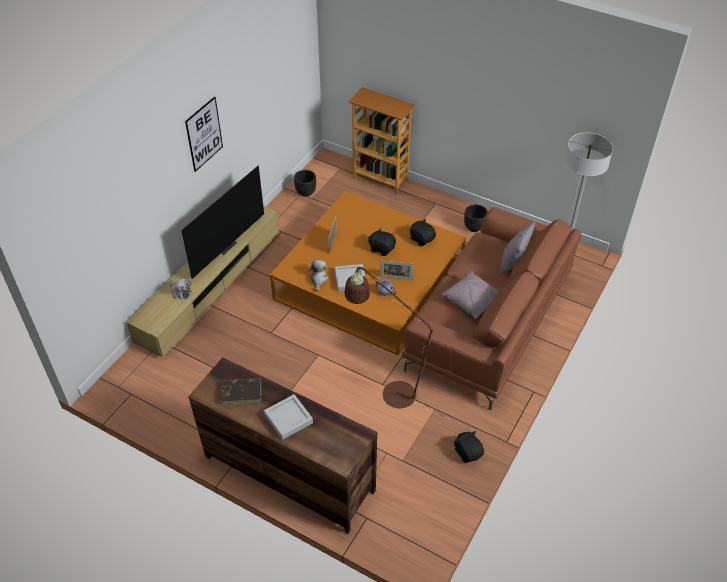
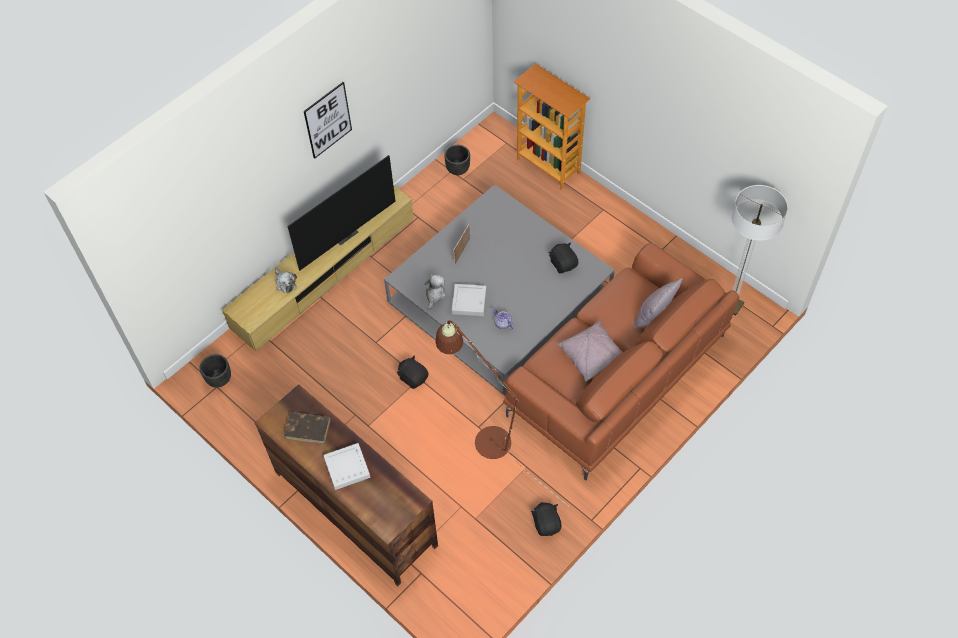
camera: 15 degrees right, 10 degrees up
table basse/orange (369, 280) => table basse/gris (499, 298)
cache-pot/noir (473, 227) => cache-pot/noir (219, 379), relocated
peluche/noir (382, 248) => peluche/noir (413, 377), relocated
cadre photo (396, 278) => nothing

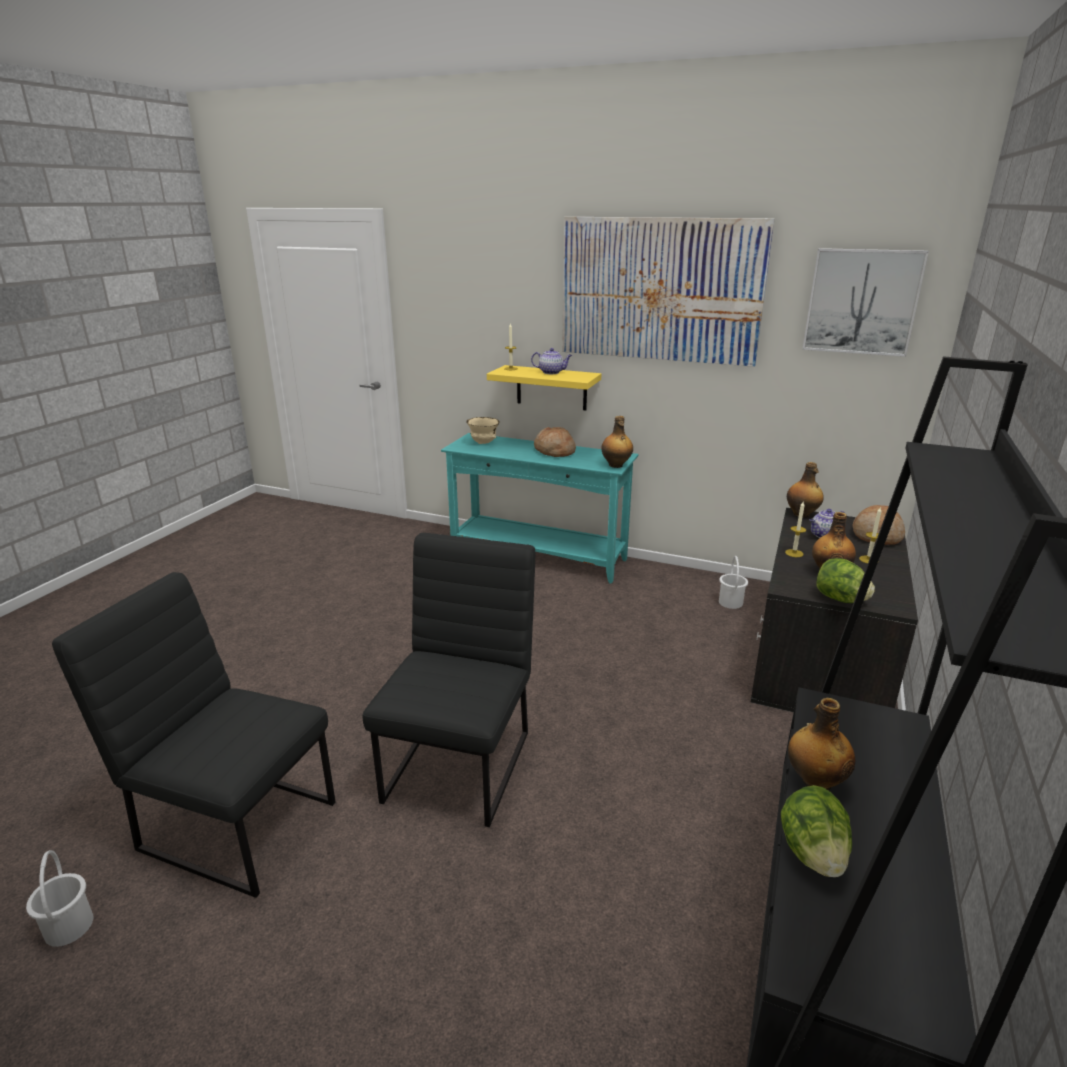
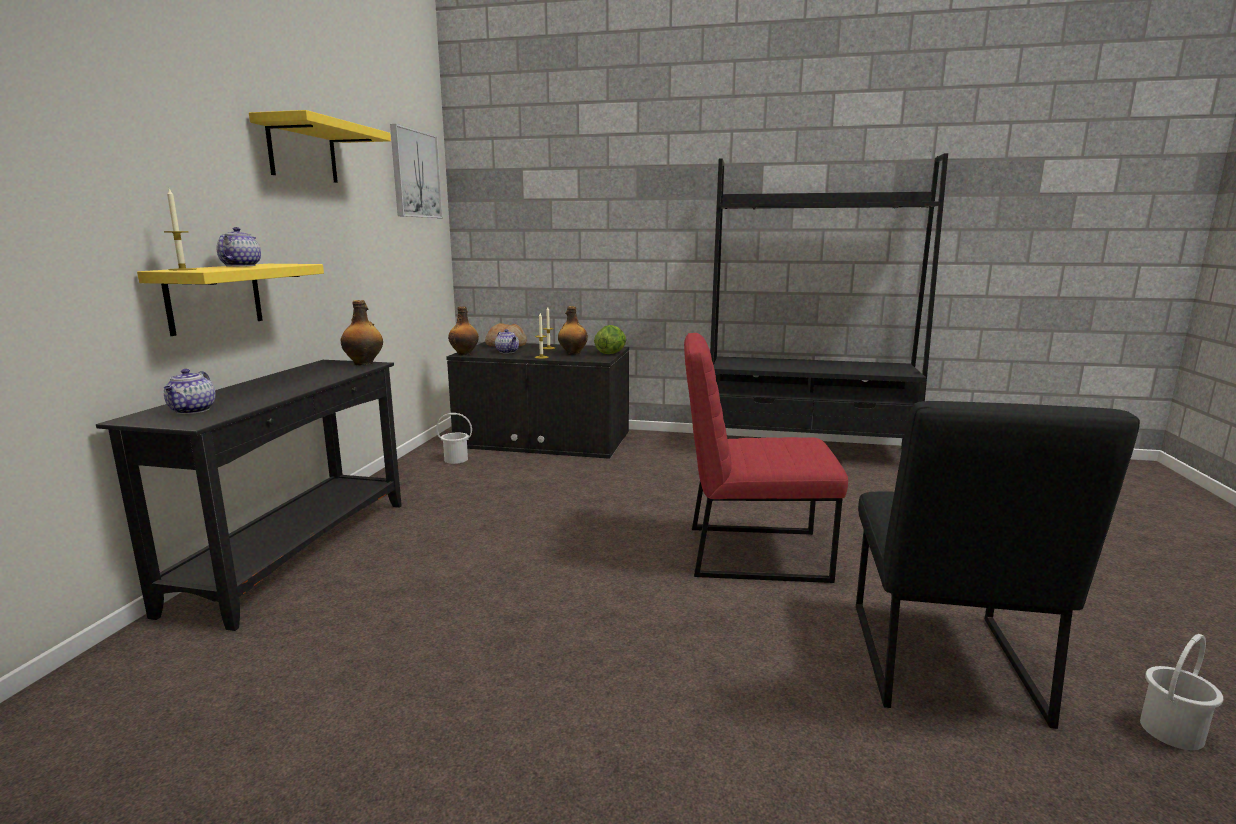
camera: 100 degrees left, 10 degrees down
tableau (660, 290) => étagère/jaune (302, 152)
bol/beige (483, 443) => théière (192, 410)
pain (554, 451) => nothing
table console/turquoise (539, 556) => table console/noir (296, 552)
chaise/noir (461, 762) => chaise/rouge (751, 552)
bouteille (815, 781) => nothing
laitue (812, 853) => nothing

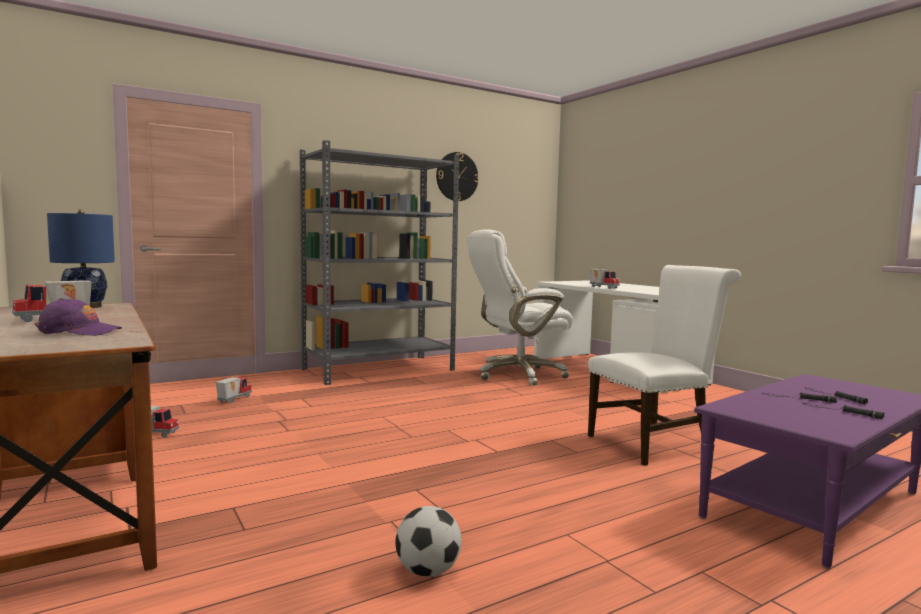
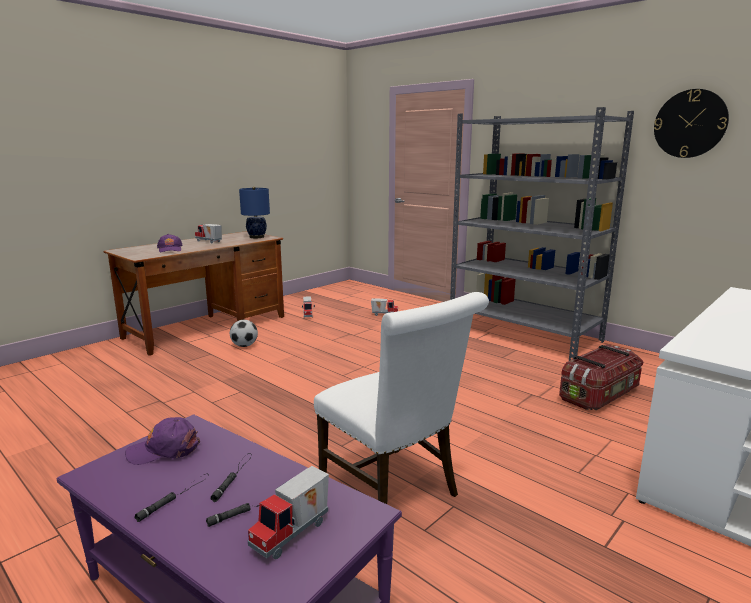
camera: 75 degrees right, 10 degrees up
chaise de bureau/blanc (517, 376) => boîte de rangement (600, 395)
camion jouet (604, 287) => camion jouet (293, 535), relocated
ballon de foot (428, 571) => ballon de foot (244, 346), relocated
nothing => casquette/violet (164, 449)

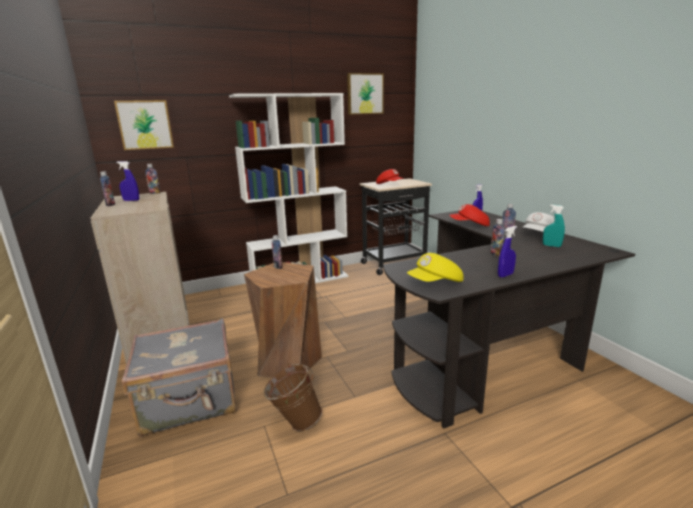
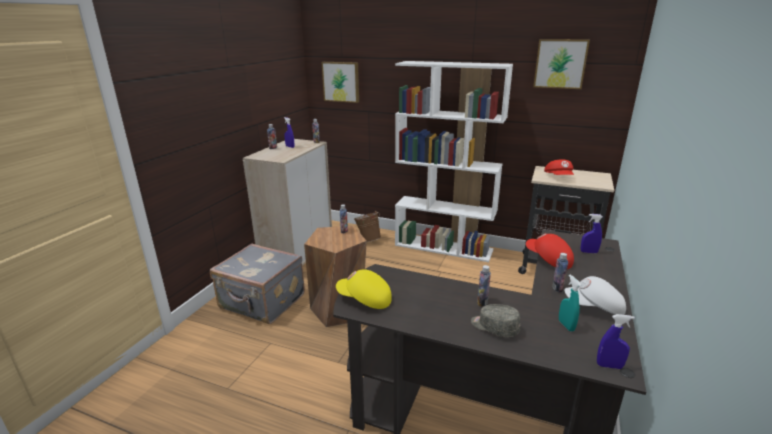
camera: 45 degrees right, 5 degrees up
vaporisateur/bleu (505, 275) => vaporisateur/bleu (609, 366), relocated
seau/marron (294, 422) => seau/marron (368, 240), relocated
nothing => casquette/gris (494, 327)

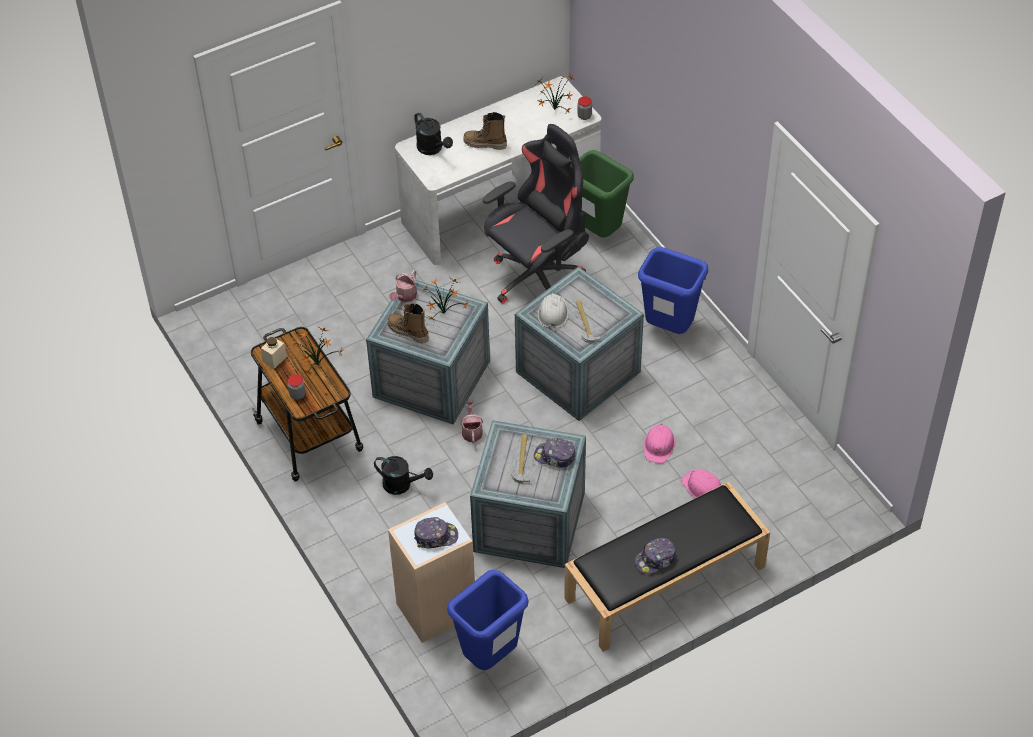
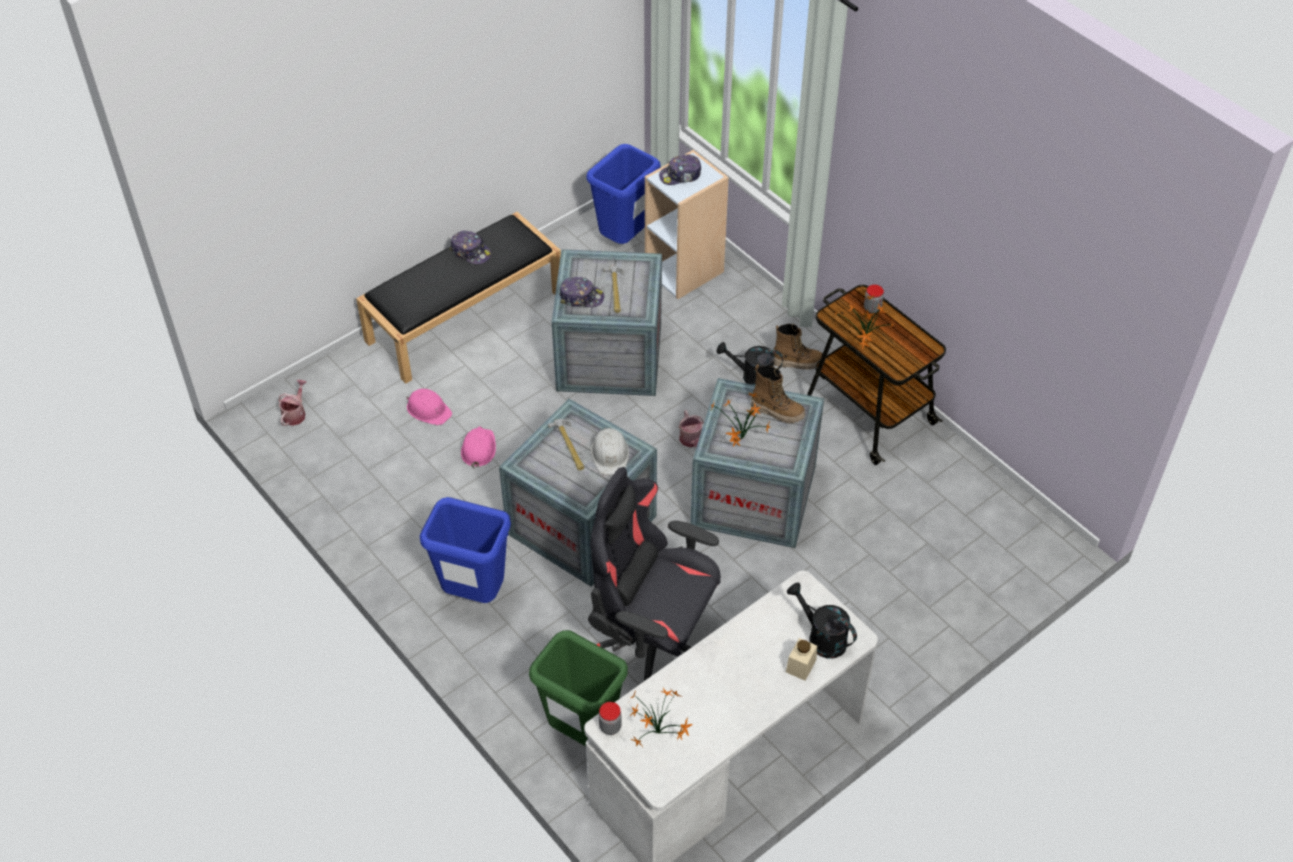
camera: 170 degrees right, 0 degrees up
botte (485, 144) => botte (797, 362), relocated
chaise de bureau/noir (536, 279) => chaise de bureau/noir (655, 646), 75 degrees clockwise
arrosoir (405, 296) => arrosoir (295, 413), relocated
bocal/beige (274, 359) => bocal/beige (801, 666), relocated
casquette (655, 559) => casquette (471, 252), 75 degrees clockwise

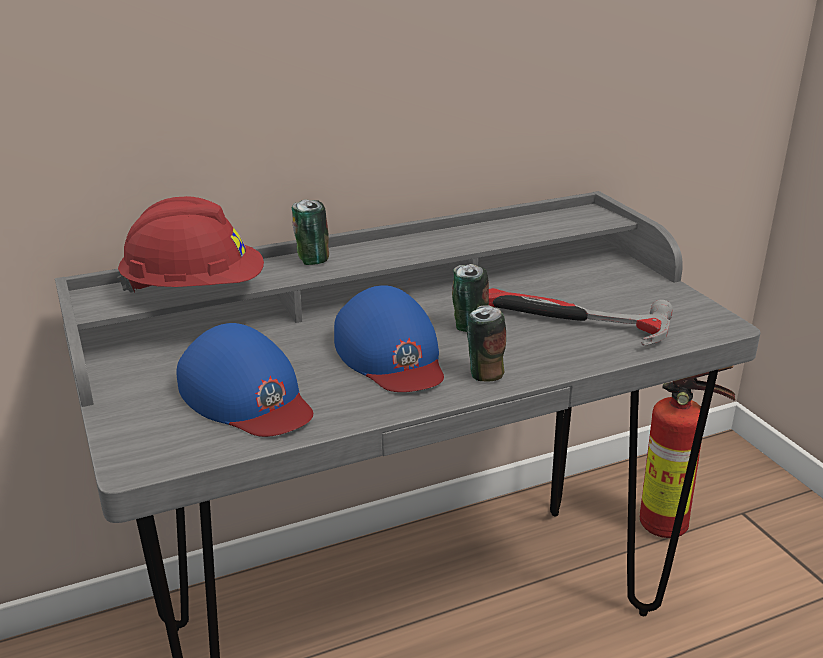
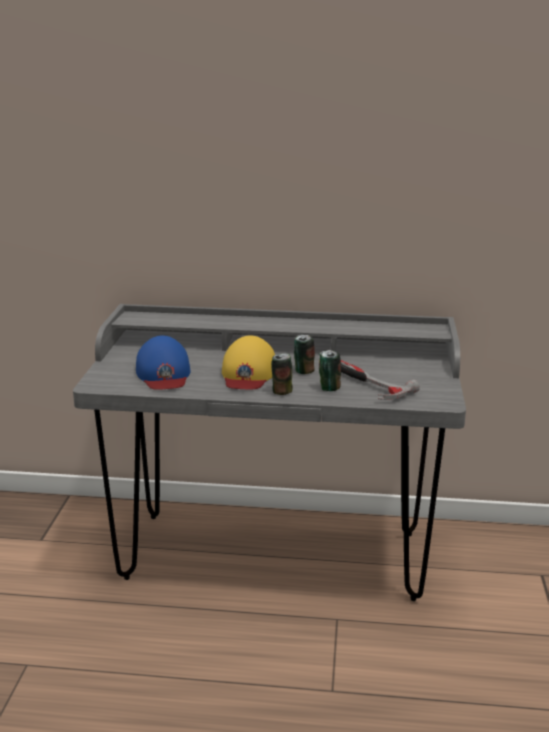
camera: 30 degrees right, 5 degrees down
casque de chantier/rouge (195, 291) => nothing
boîte métallique (312, 260) => boîte métallique (328, 388), relocated
casquette/bleu (390, 354) => casquette/jaune (248, 373)
extincteur (671, 527) => nothing

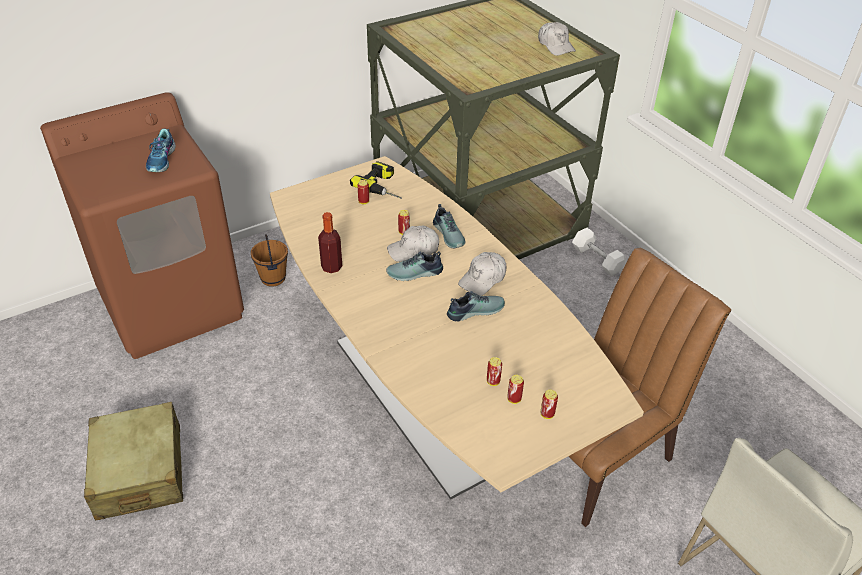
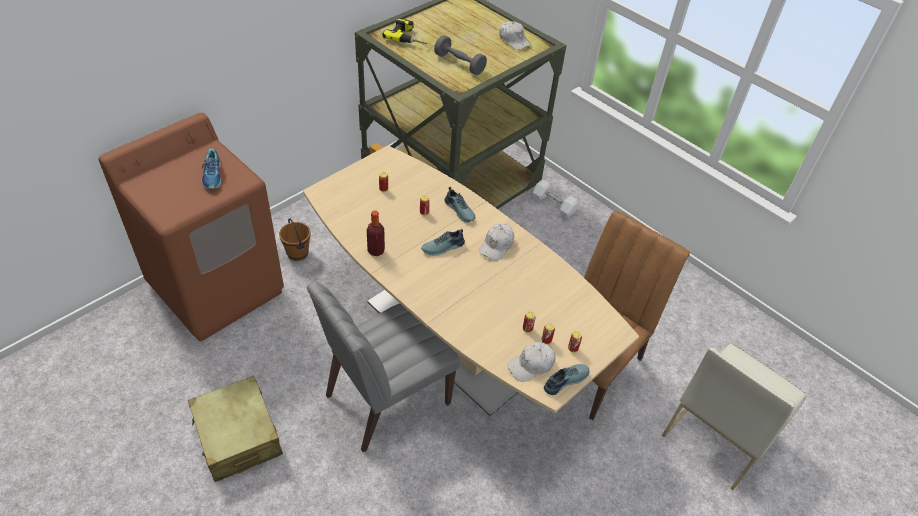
camera: 15 degrees left, 5 degrees up
perceuse (384, 186) => perceuse (409, 36), relocated
casquette/blanc (413, 250) => casquette/blanc (531, 365), relocated
chaussure (474, 310) => chaussure (564, 380), relocated
nothing => haltère/gris (459, 64)
nothing => chaise/gris (388, 398)

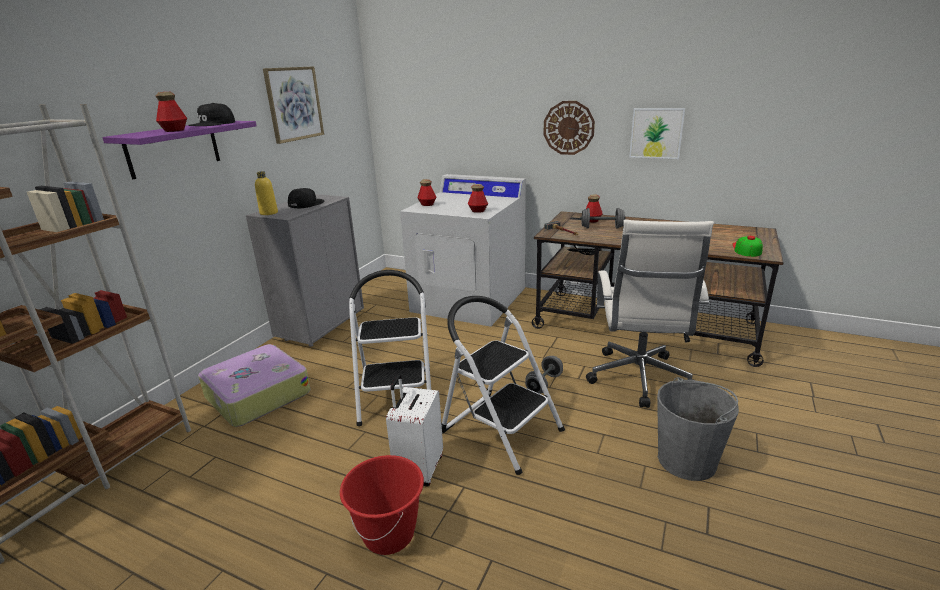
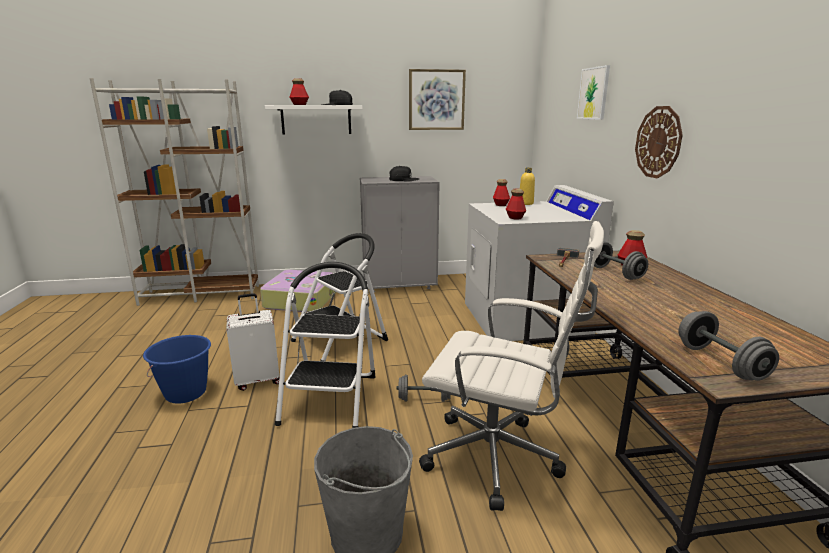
camera: 55 degrees right, 5 degrees down
tableau (656, 133) => tableau (593, 93), relocated
étagère/violet (173, 148) => étagère/blanc (316, 119)
bouteille/jaune (269, 213) => bouteille/jaune (525, 203), relocated
chaise de bureau/blanc (639, 380) => chaise de bureau/blanc (498, 459), 135 degrees counterclockwise
casquette (746, 249) => haltère/gris (720, 363)
seau/rouge (389, 534) => seau/bleu (186, 393)

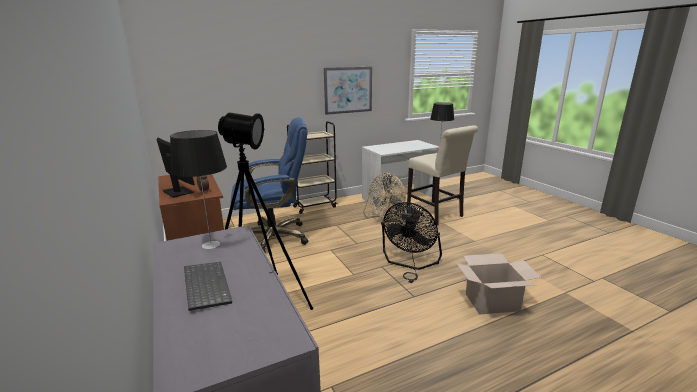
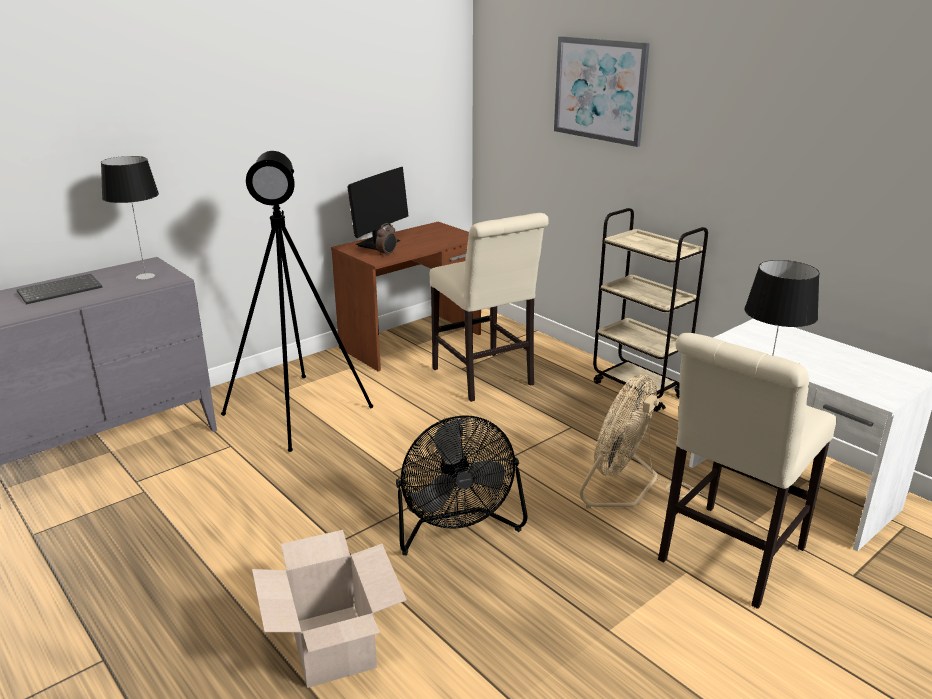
camera: 75 degrees right, 5 degrees up
tableau (348, 90) => tableau (599, 90), relocated
chaise de bureau/bleu (273, 237) => tabouret/beige (485, 379)
ventilateur/noir (408, 263) => ventilateur/noir (451, 528), 60 degrees clockwise

